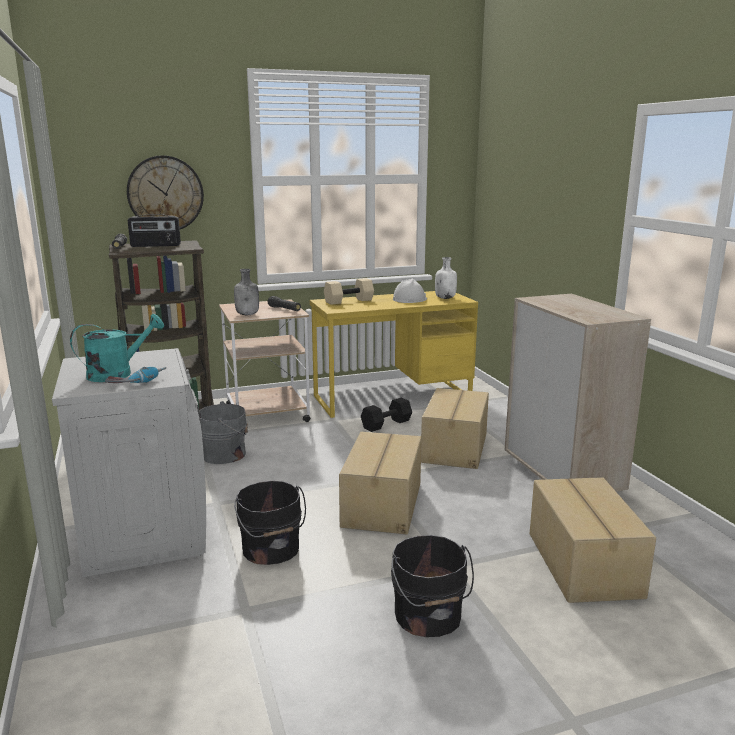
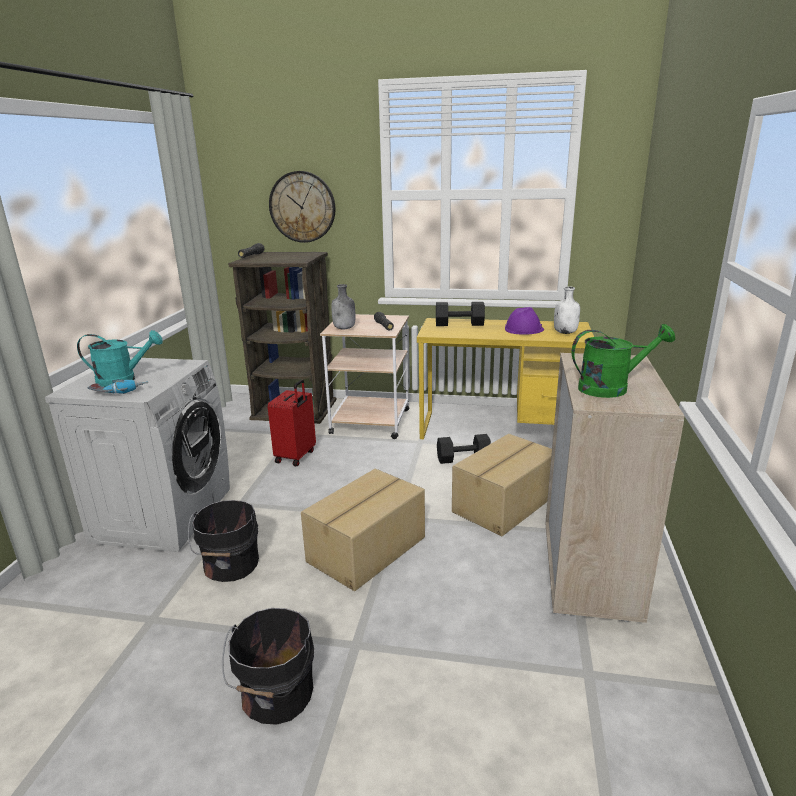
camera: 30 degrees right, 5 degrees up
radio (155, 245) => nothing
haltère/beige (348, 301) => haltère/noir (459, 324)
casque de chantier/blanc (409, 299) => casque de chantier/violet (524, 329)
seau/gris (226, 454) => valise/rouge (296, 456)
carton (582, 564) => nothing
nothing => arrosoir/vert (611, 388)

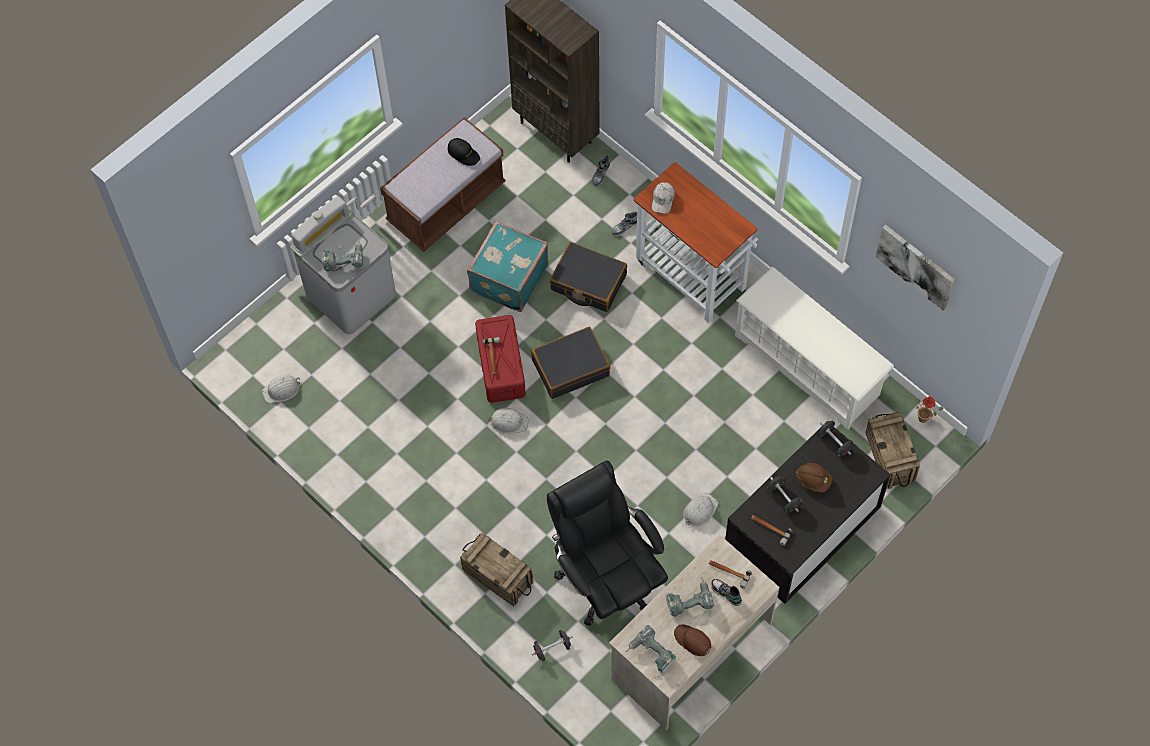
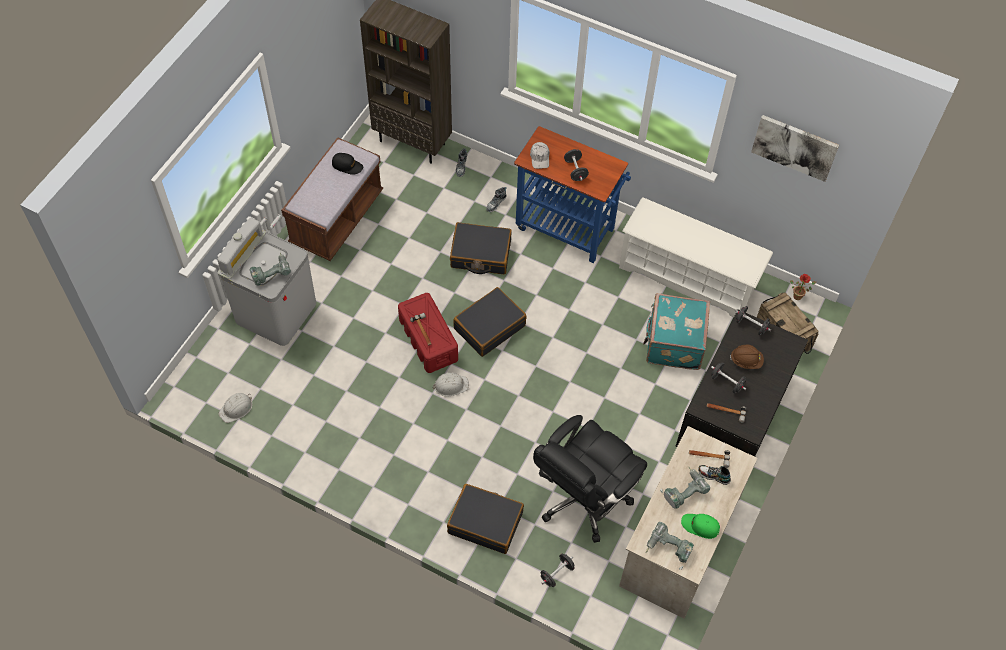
camera: 20 degrees left, 5 degrees down
chariot/blanc (692, 276) => chariot/bleu (566, 229)
valise/turquoise (507, 278) => valise/turquoise (673, 343), relocated
chaise de bureau/noir (607, 579) => chaise de bureau/noir (584, 498), 90 degrees counterclockwise
casque de chantier/blanc (699, 510) => nothing
caisse (497, 576) => valise/noir (485, 522)
casquette/marron (692, 641) => casquette/vert (700, 526)
nothing => haltère/noir (575, 170)

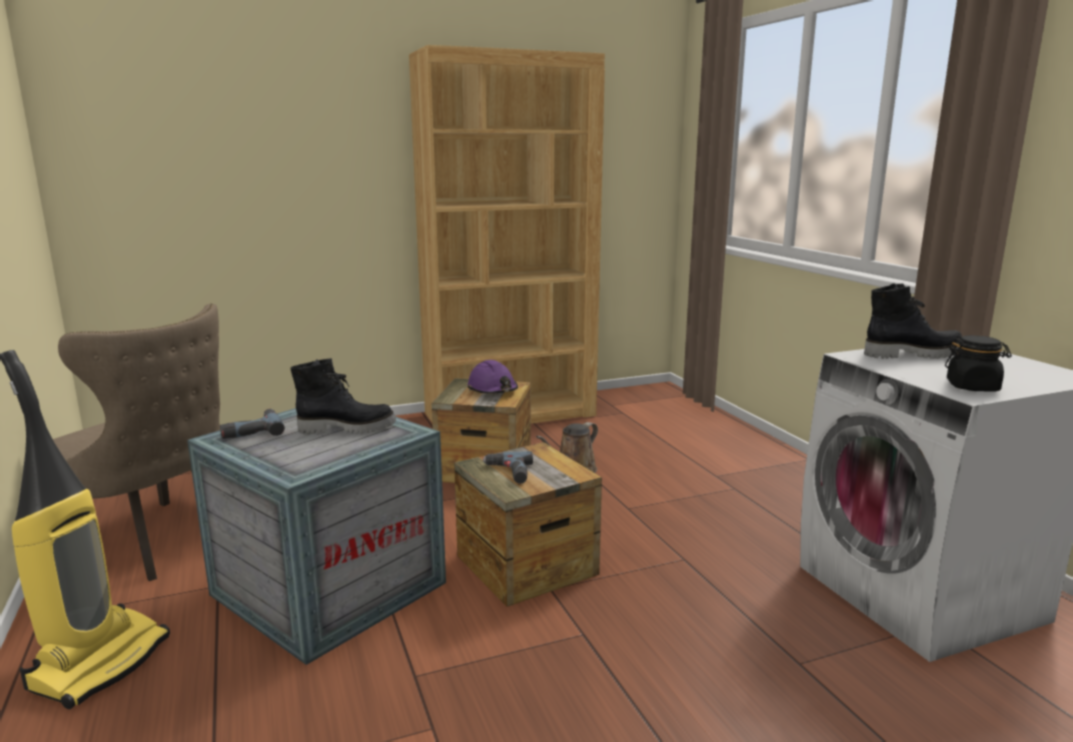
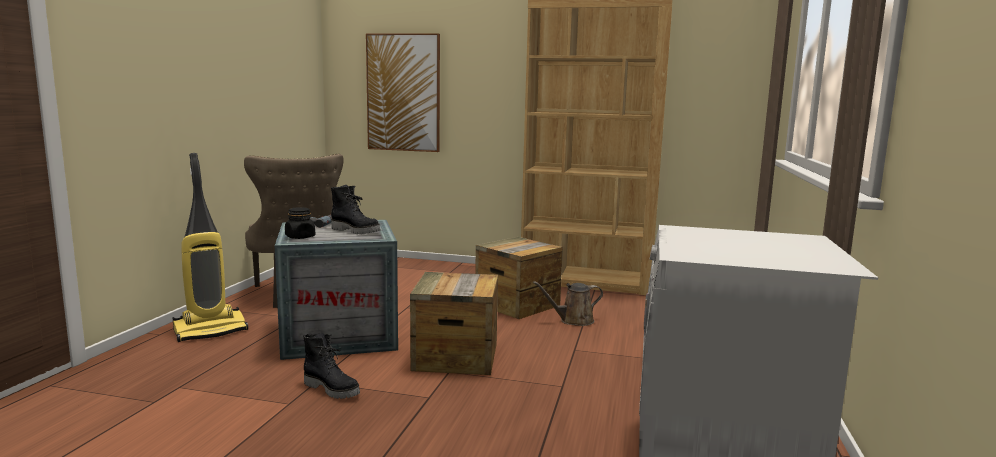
camera: 35 degrees right, 5 degrees down
botte/noir (911, 354) => botte/noir (332, 389), relocated
bocal/noir (972, 387) => bocal/noir (300, 237), relocated
casque de chantier/violet (493, 390) => nothing
perceuse (508, 473) => nothing
nothing => tableau (403, 93)

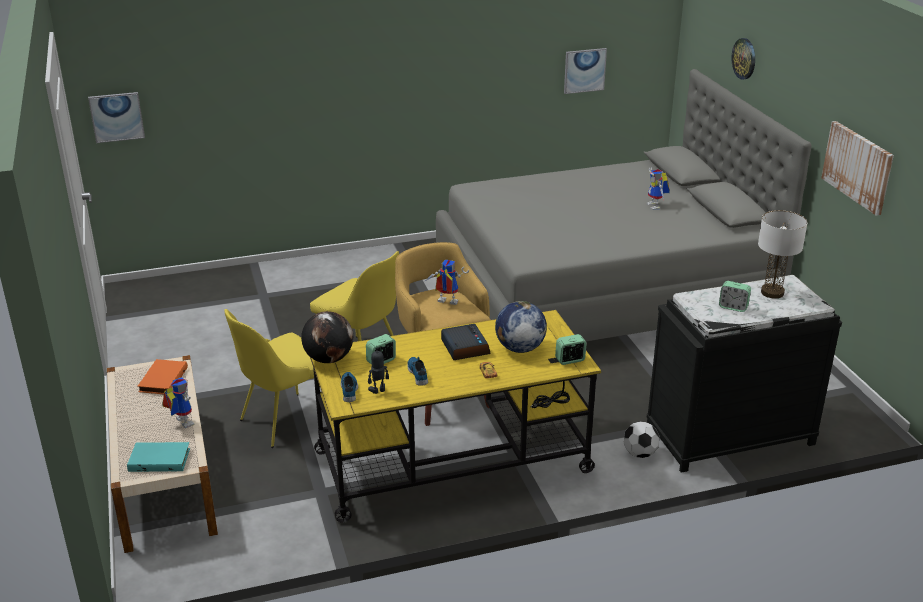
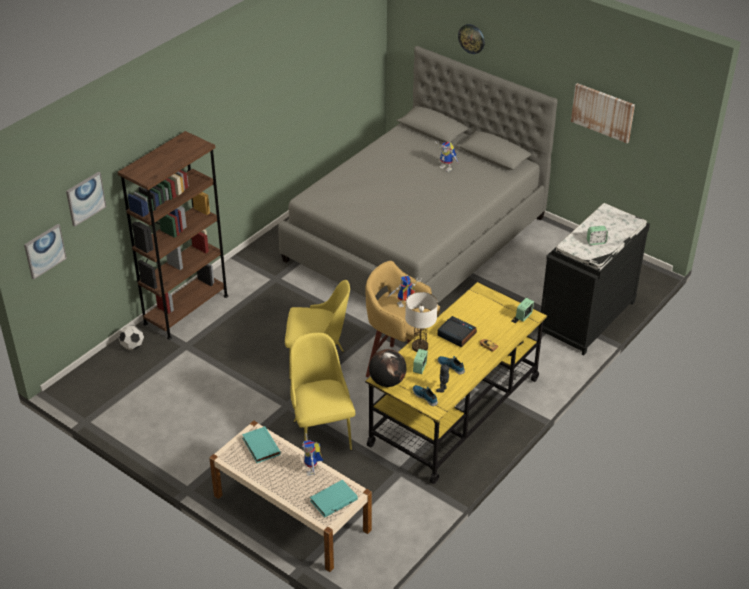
camera: 35 degrees left, 10 degrees up
tableau (584, 70) => tableau (85, 198), relocated
lampe de table (772, 293) => lampe de table (420, 347), relocated
globe (519, 348) => nothing
chaise/jaune (285, 421) => chaise/jaune (321, 435), 150 degrees clockwise
livre/orange (162, 379) => livre/turquoise (260, 446)
robot jouet (180, 422) => robot jouet (313, 469), 120 degrees counterclockwise
ballon de foot (640, 453) => ballon de foot (133, 346), relocated
nothing => bibliothèque/marron (186, 309)

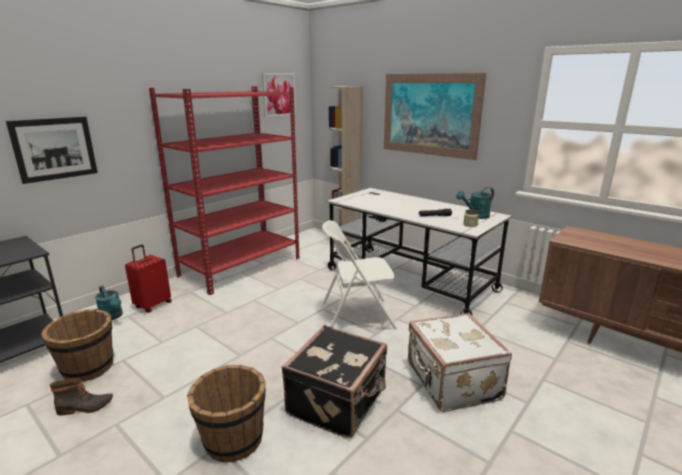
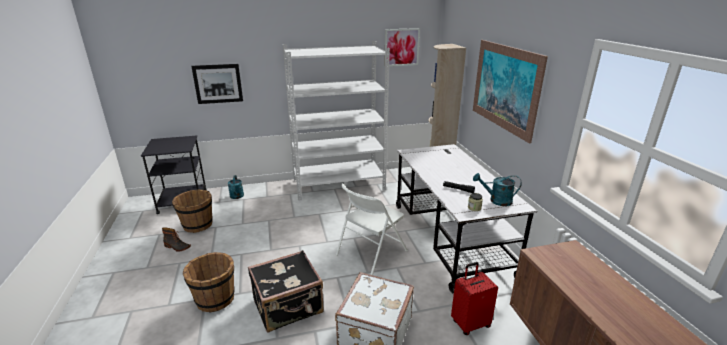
camera: 35 degrees right, 5 degrees up
bibliothèque/rouge (241, 267) => bibliothèque/blanc (338, 185)
chaise/blanc (357, 315) => chaise/blanc (371, 253), 75 degrees counterclockwise
valise/rouge (152, 305) => valise/rouge (470, 323), relocated

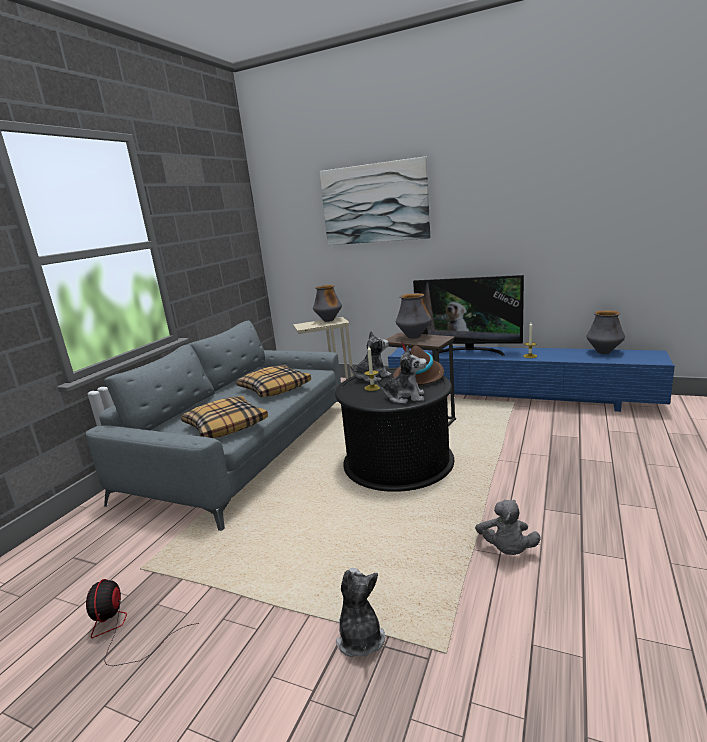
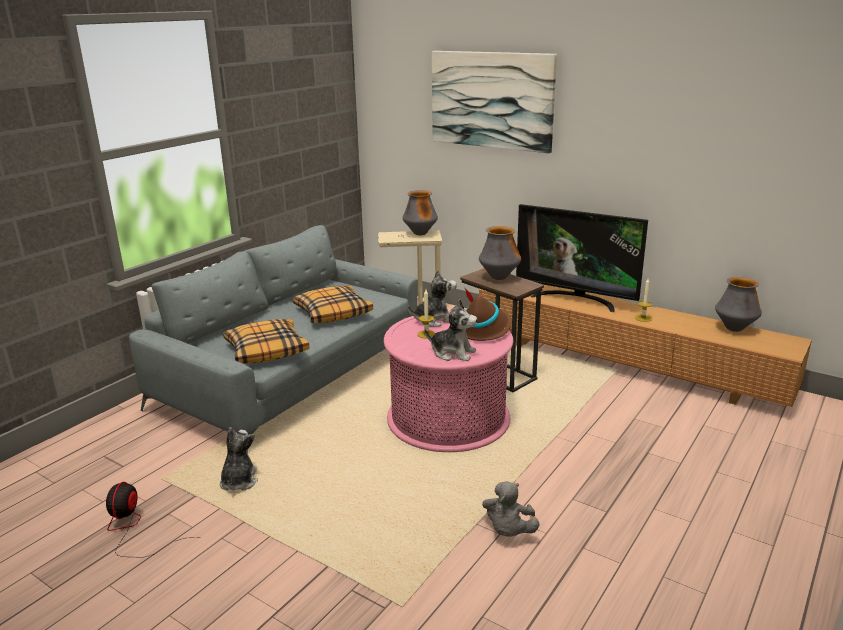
camera: 10 degrees right, 5 degrees up
meuble télé/bleu (517, 397) => meuble télé/marron (625, 363)
table basse/noir (398, 461) => table basse/rose (448, 418)
peluche (360, 637) => peluche (239, 481), relocated

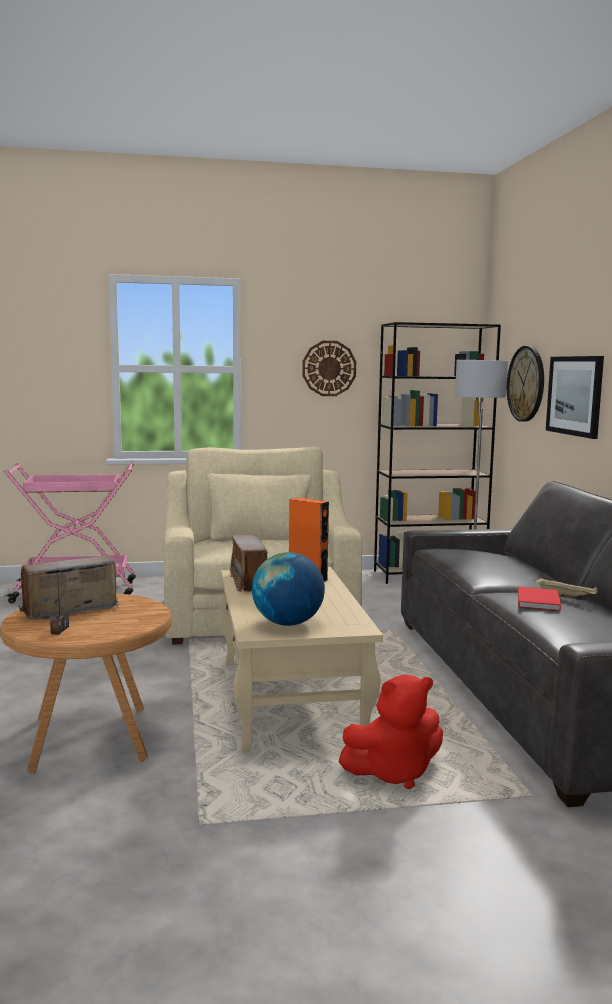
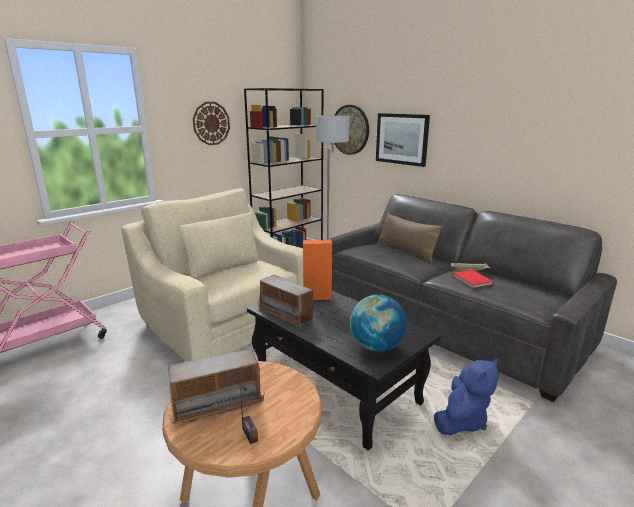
camera: 35 degrees left, 10 degrees up
radio (70, 610) => radio (217, 403), 135 degrees counterclockwise
table basse/beige (290, 699) => table basse/noir (337, 388)
peluche/rouge (394, 772) => peluche/bleu (461, 421)
nothing => coussin/marron (406, 251)

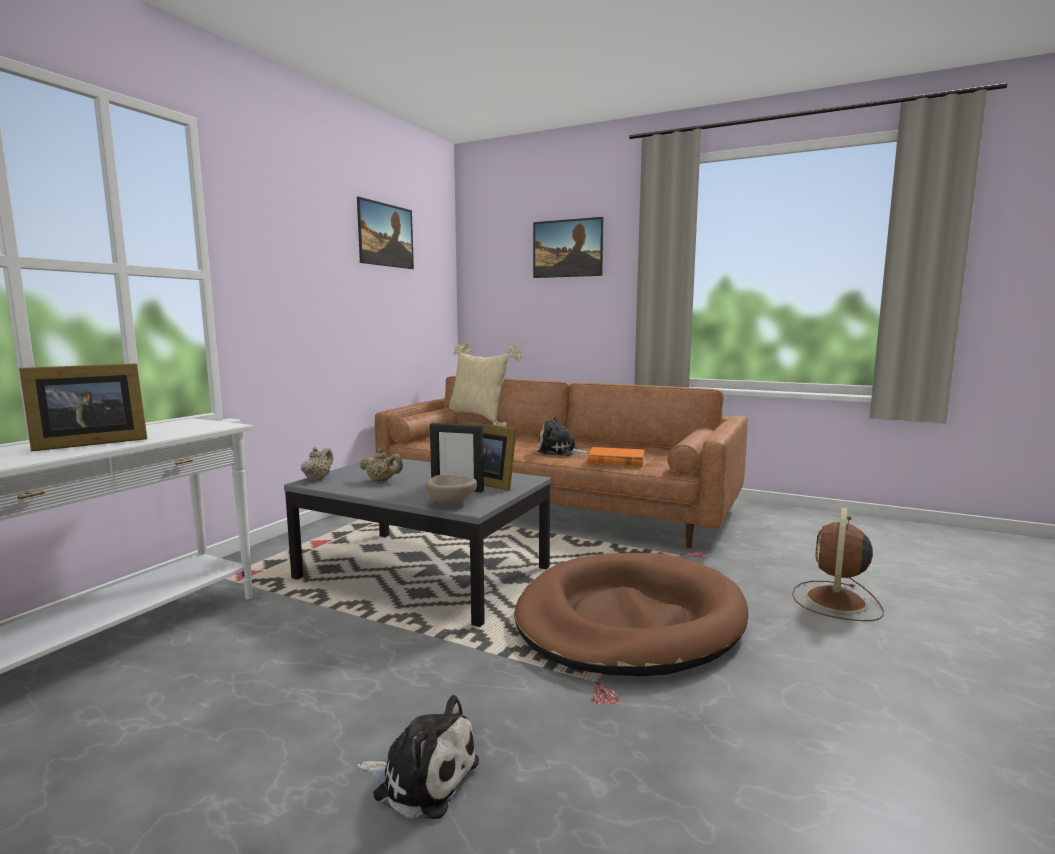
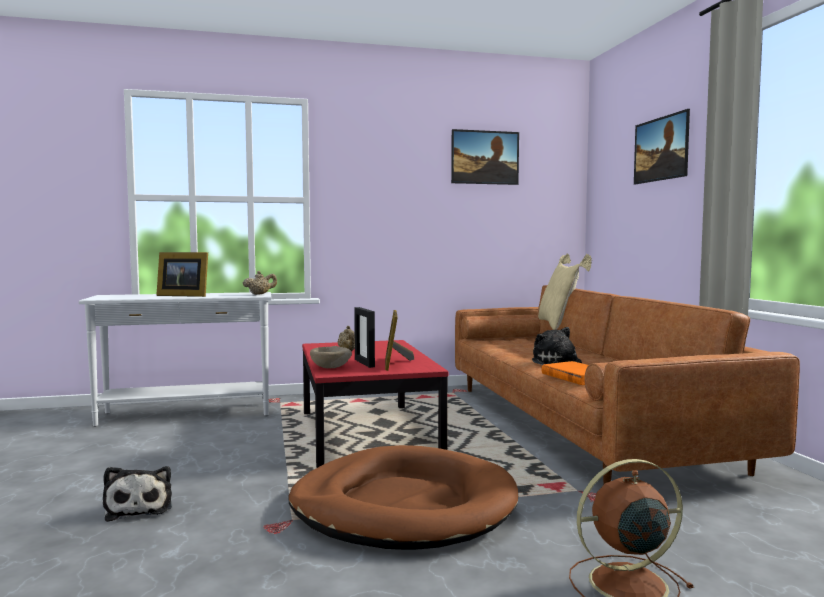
camera: 50 degrees right, 5 degrees down
théière/beige (318, 479) => théière/beige (260, 294), relocated
table basse/gris (424, 572) => table basse/rouge (367, 433)

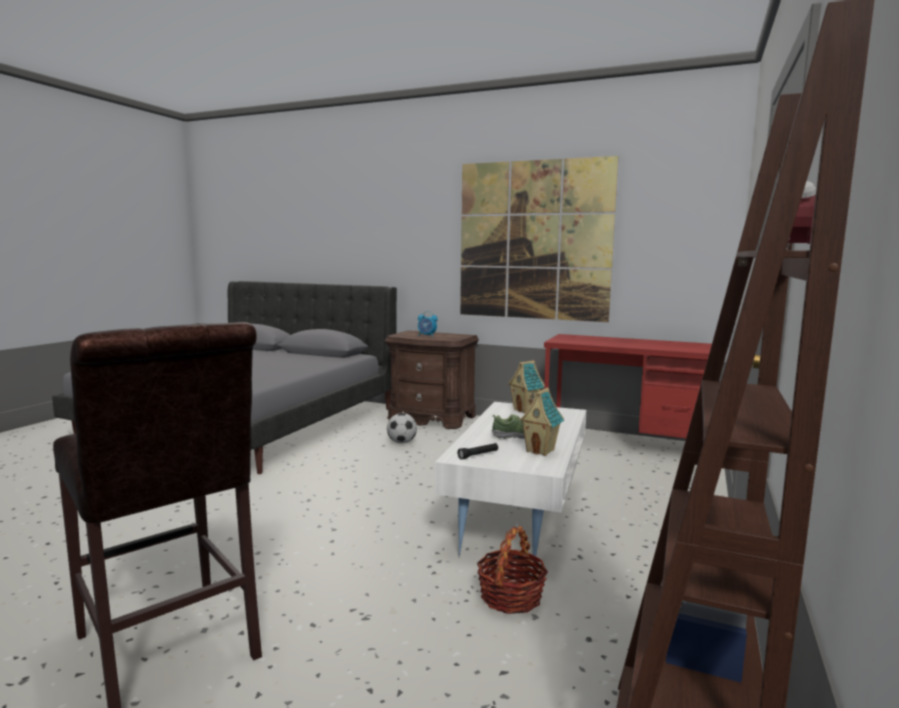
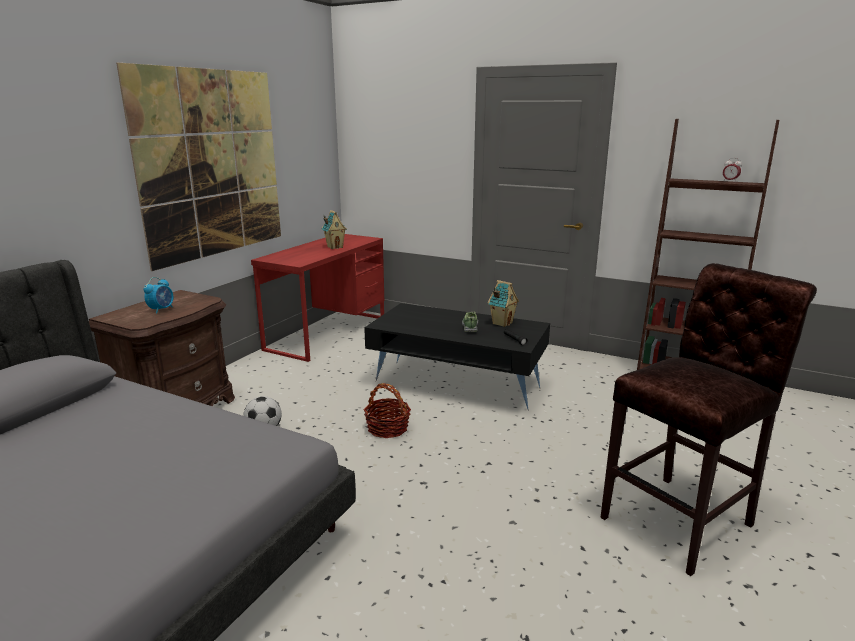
camera: 85 degrees left, 10 degrees up
maison miniature (526, 410) => maison miniature (335, 247), relocated
table basse/blanc (518, 512) => table basse/noir (456, 385)
panier (511, 597) => panier (387, 428), relocated

